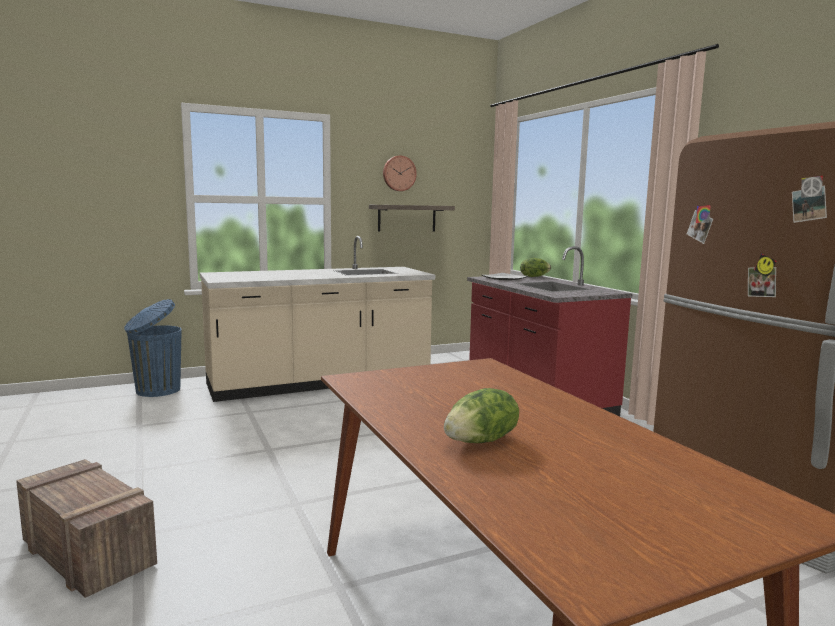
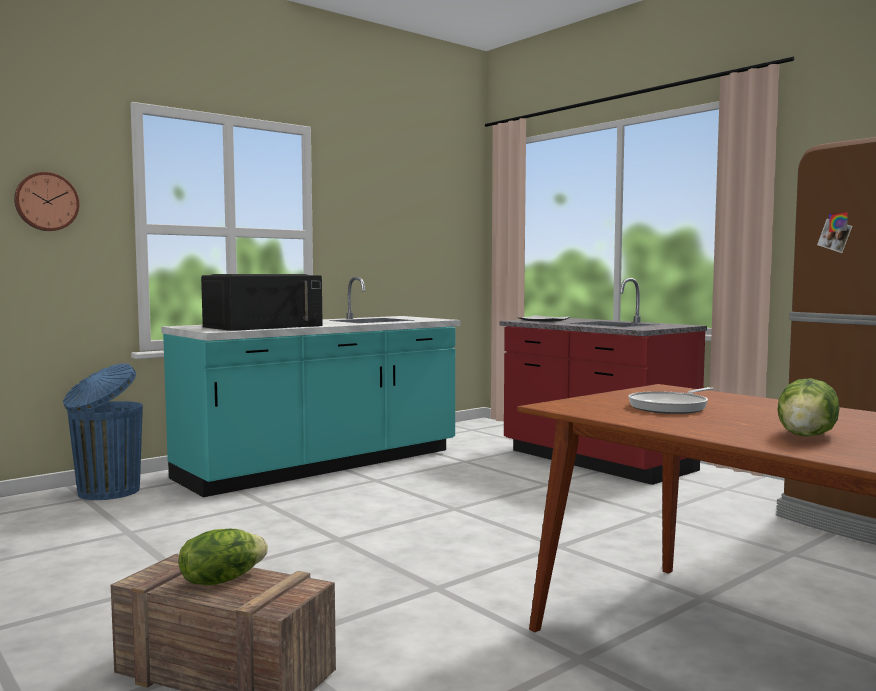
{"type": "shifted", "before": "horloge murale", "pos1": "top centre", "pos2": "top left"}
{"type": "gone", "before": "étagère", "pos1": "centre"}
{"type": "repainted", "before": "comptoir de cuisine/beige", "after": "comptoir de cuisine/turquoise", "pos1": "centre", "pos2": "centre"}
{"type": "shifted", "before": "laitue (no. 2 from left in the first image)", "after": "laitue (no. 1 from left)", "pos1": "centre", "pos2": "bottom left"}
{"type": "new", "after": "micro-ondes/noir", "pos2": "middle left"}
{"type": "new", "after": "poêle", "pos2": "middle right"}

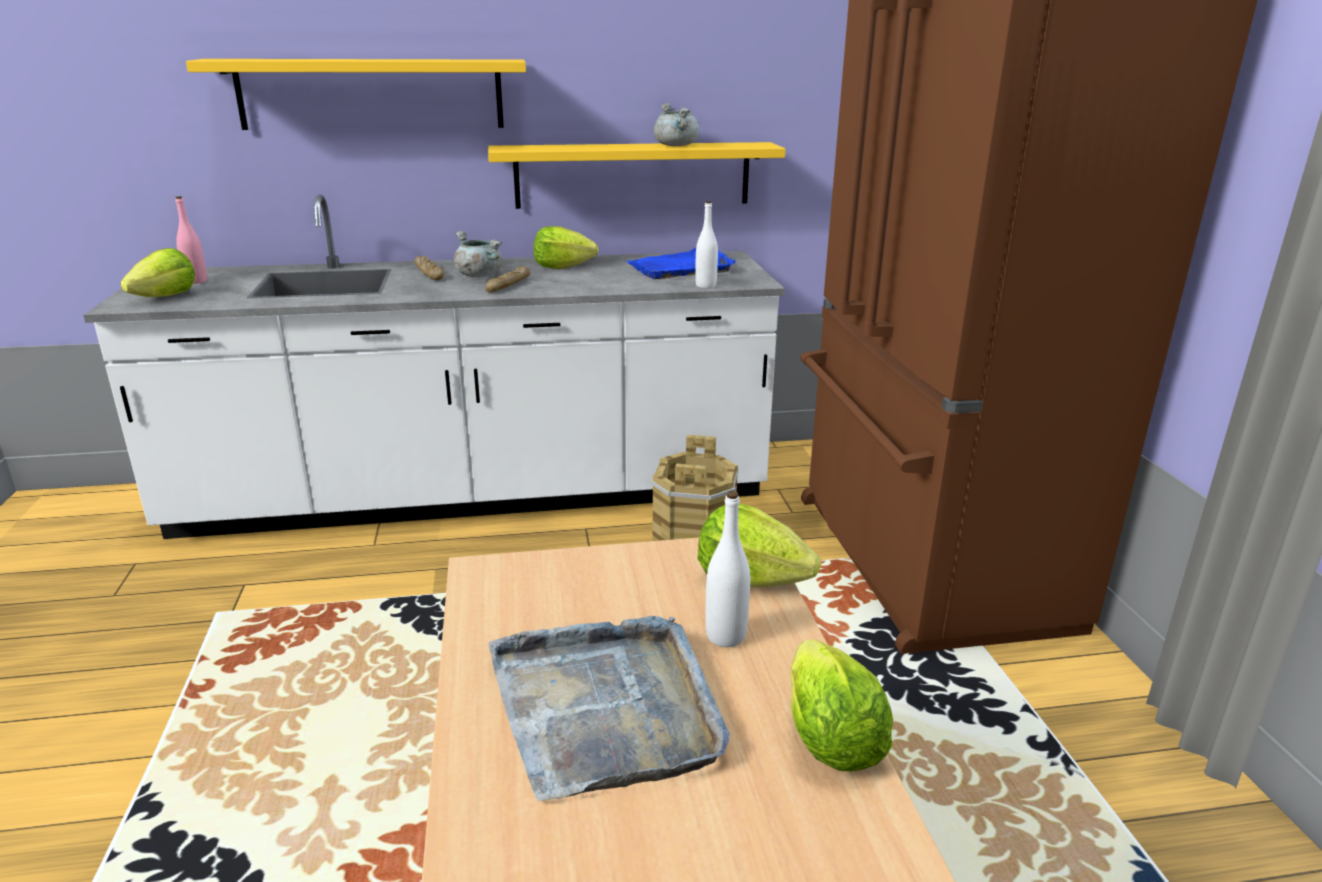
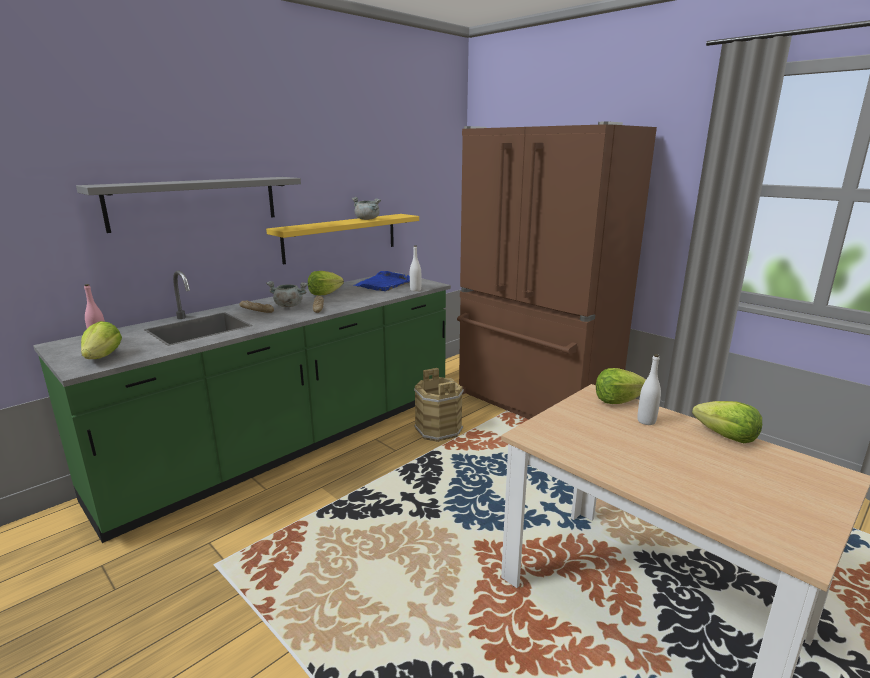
{"type": "repainted", "before": "étagère/jaune (no. 1 from left)", "after": "étagère/gris", "pos1": "top left", "pos2": "top left"}
{"type": "repainted", "before": "comptoir de cuisine/blanc", "after": "comptoir de cuisine/vert", "pos1": "middle left", "pos2": "middle left"}
{"type": "gone", "before": "plateau/gris", "pos1": "bottom centre"}

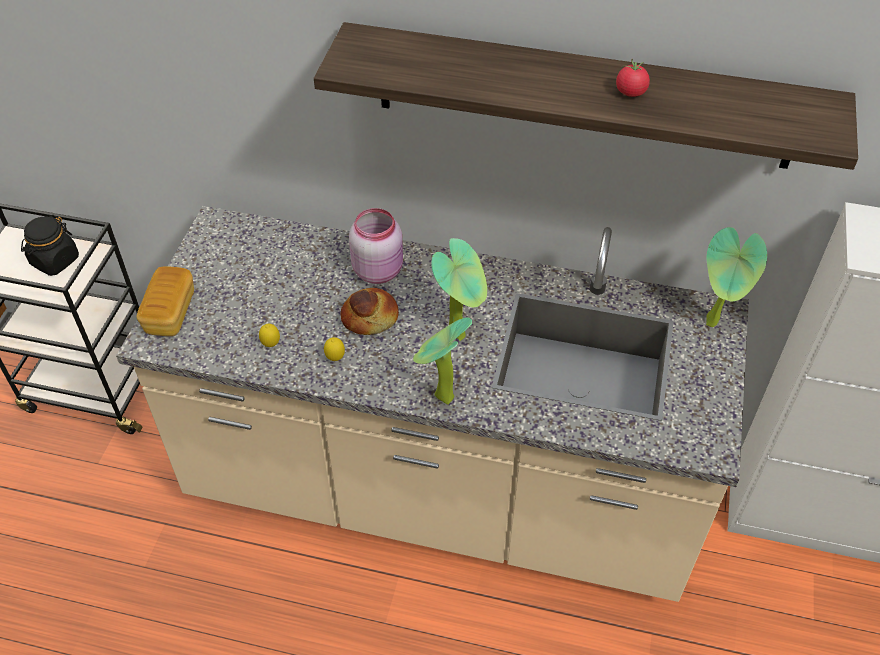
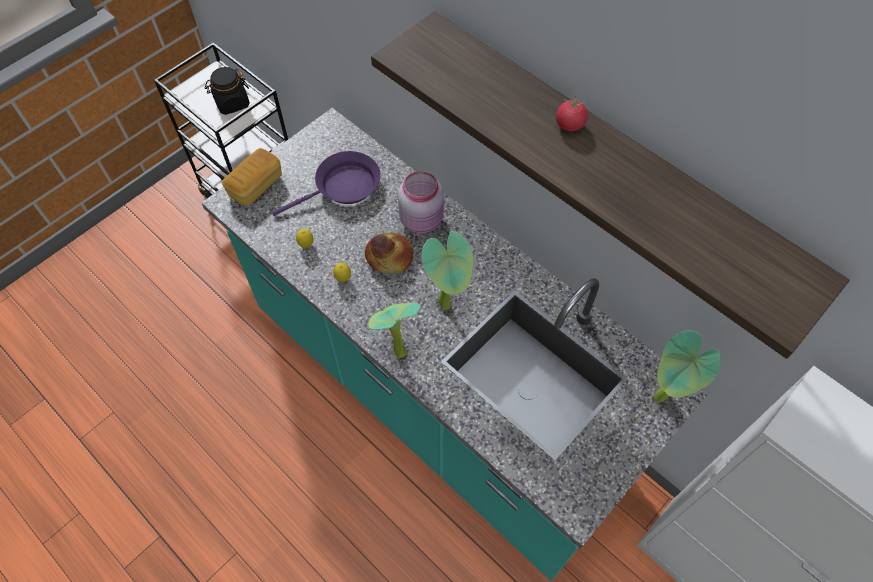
{"type": "shifted", "before": "tomate", "pos1": "top right", "pos2": "top centre"}
{"type": "repainted", "before": "comptoir de cuisine/beige", "after": "comptoir de cuisine/turquoise", "pos1": "centre", "pos2": "centre"}
{"type": "new", "after": "poêle/violet", "pos2": "top centre"}

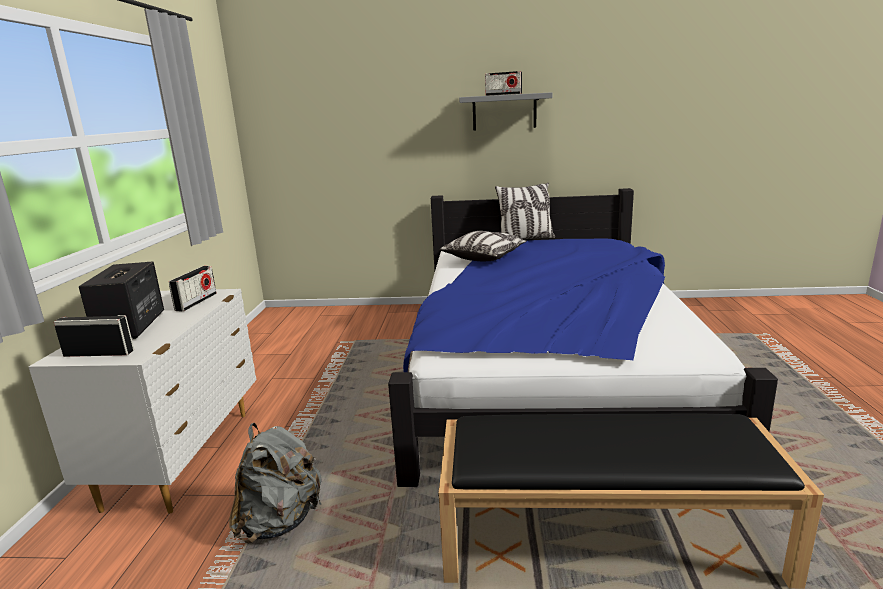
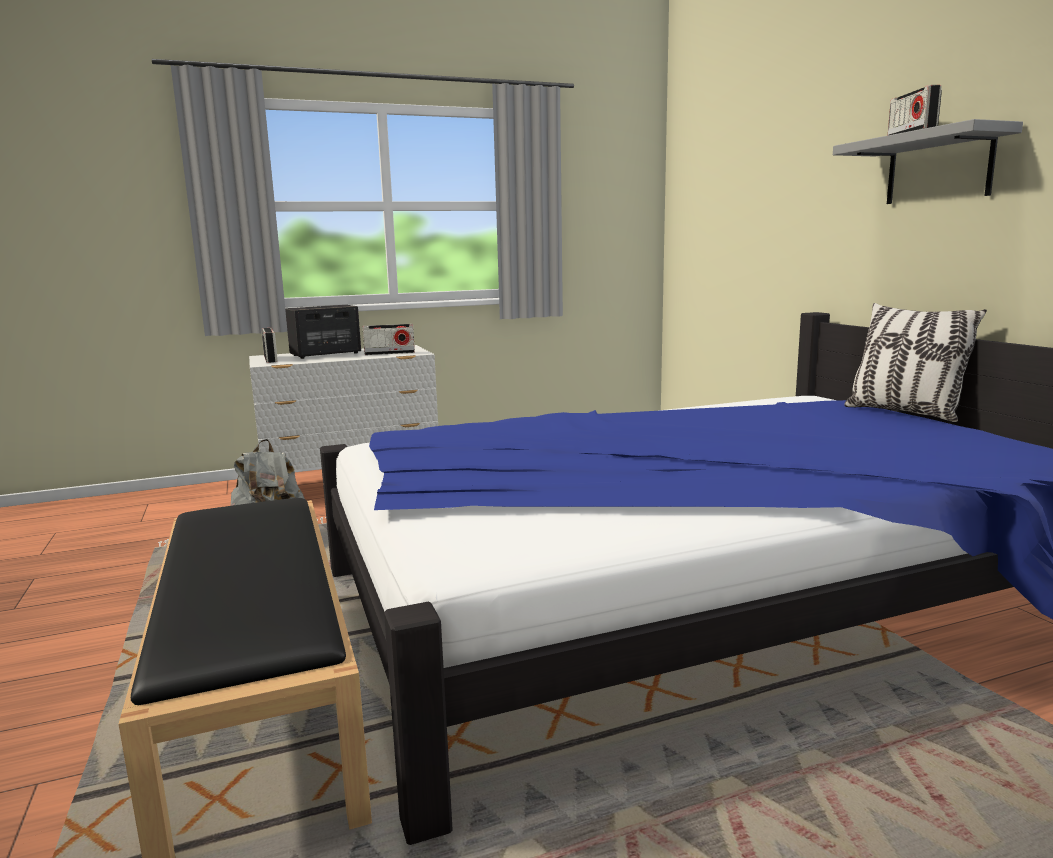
{"type": "gone", "before": "coussin (no. 1 from left)", "pos1": "centre"}

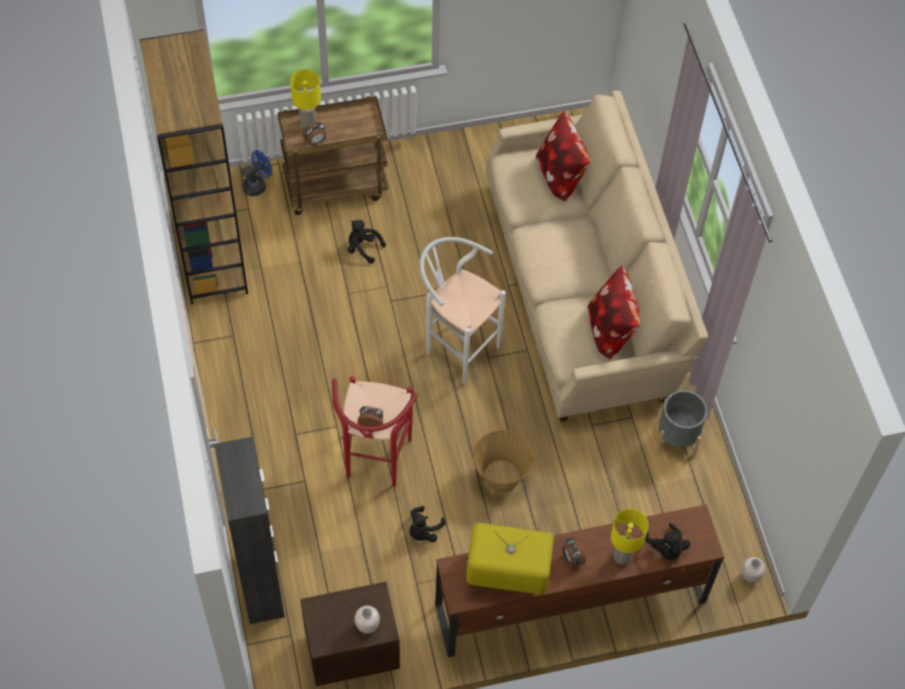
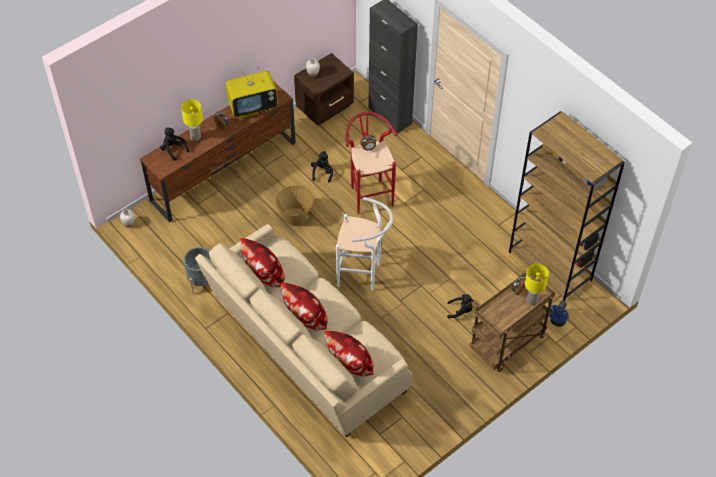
{"type": "new", "after": "coussin (no. 2 from left)", "pos2": "centre"}

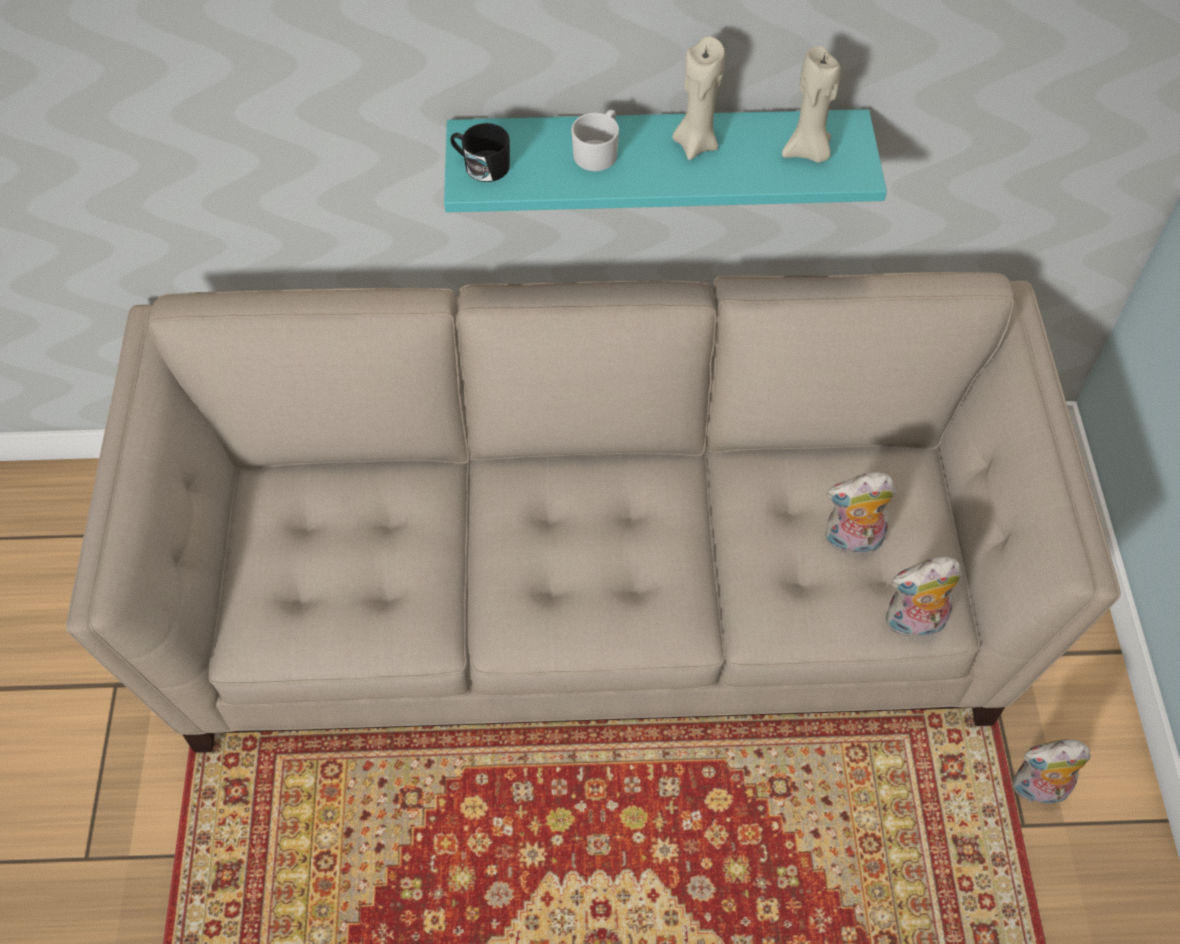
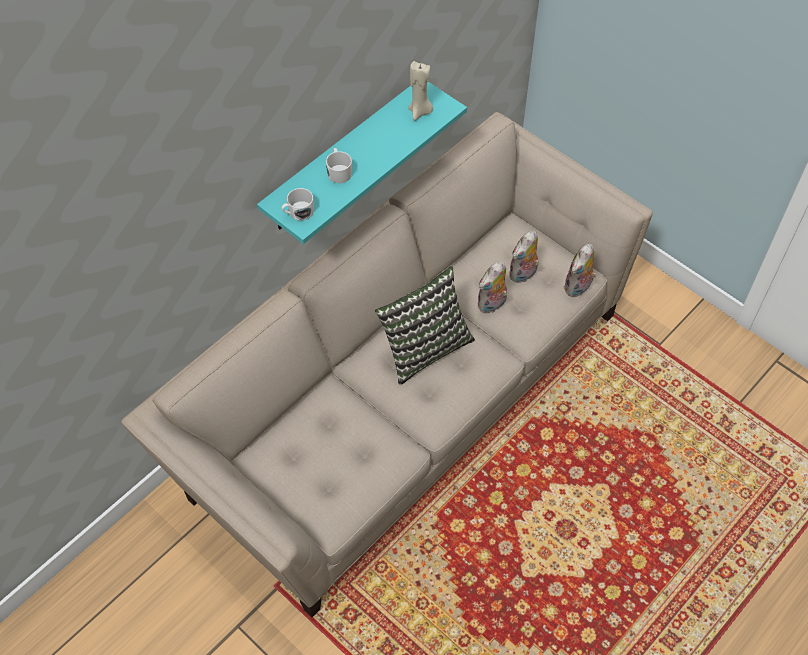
{"type": "gone", "before": "bougie/beige (no. 1 from left)", "pos1": "top centre"}
{"type": "repainted", "before": "mug/noir", "after": "mug/blanc (no. 1 from left)", "pos1": "top centre", "pos2": "top centre"}
{"type": "shifted", "before": "peluche (no. 3 from left in the first image)", "after": "peluche (no. 1 from left)", "pos1": "bottom right", "pos2": "centre"}
{"type": "new", "after": "coussin", "pos2": "centre"}

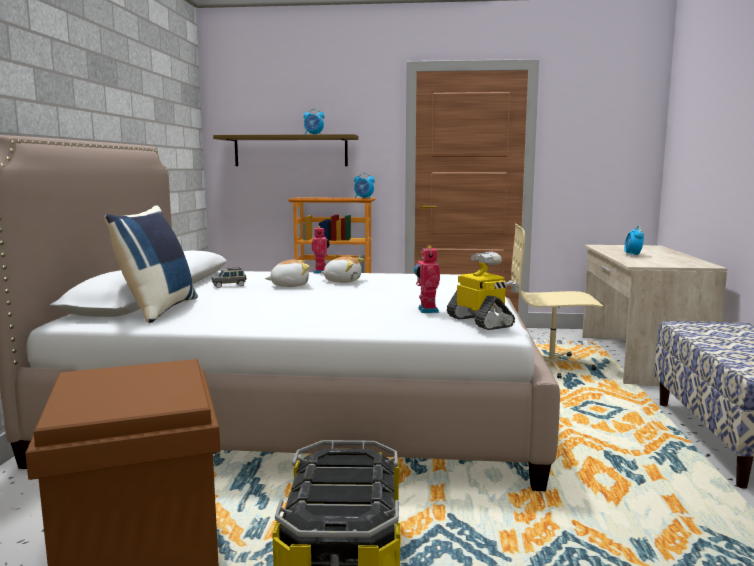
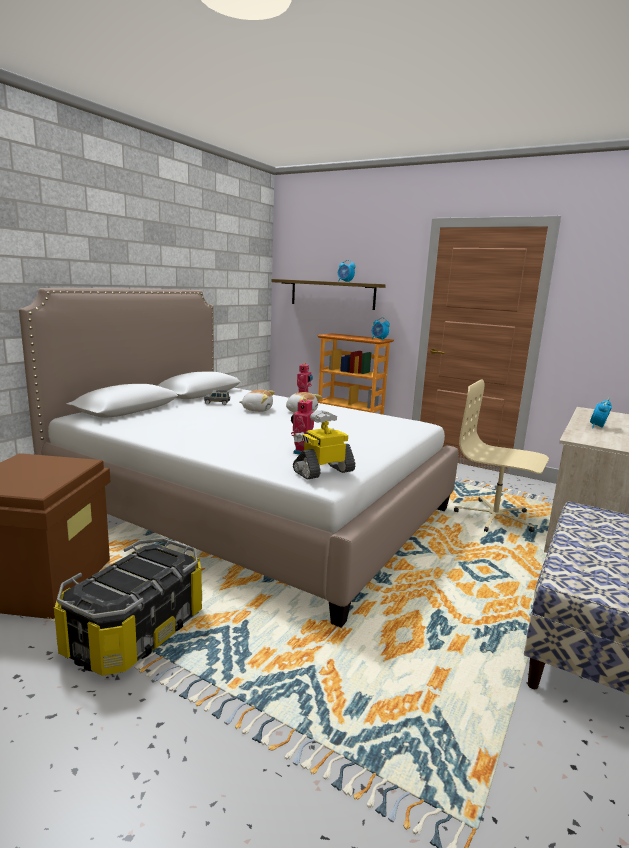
{"type": "gone", "before": "coussin/bleu", "pos1": "middle left"}
{"type": "rotated", "before": "robot jouet (no. 3 from left)", "pos1": "centre", "pos2": "centre", "turn": -120}

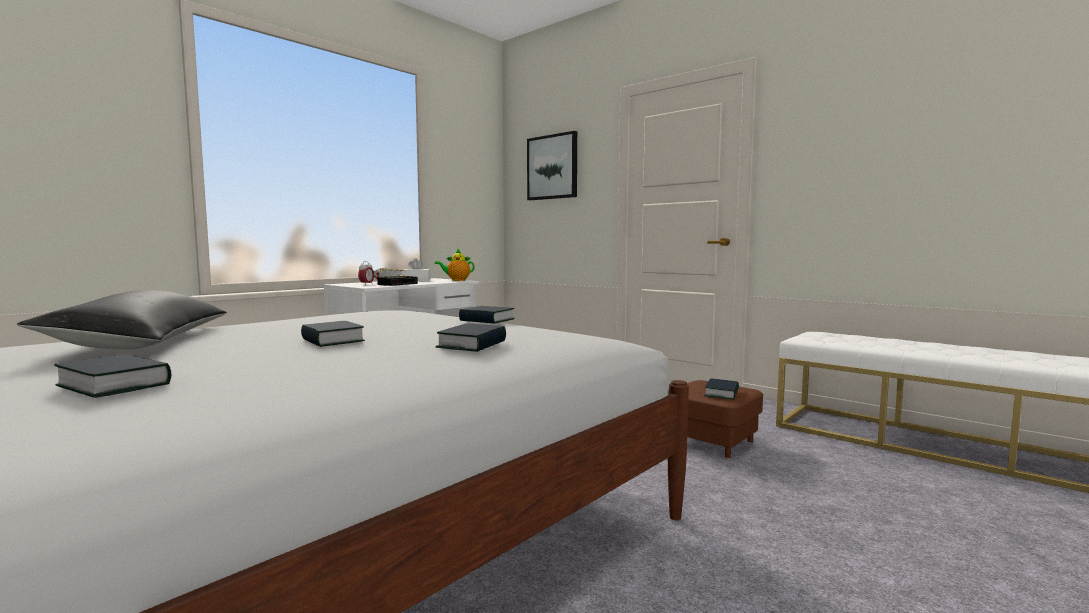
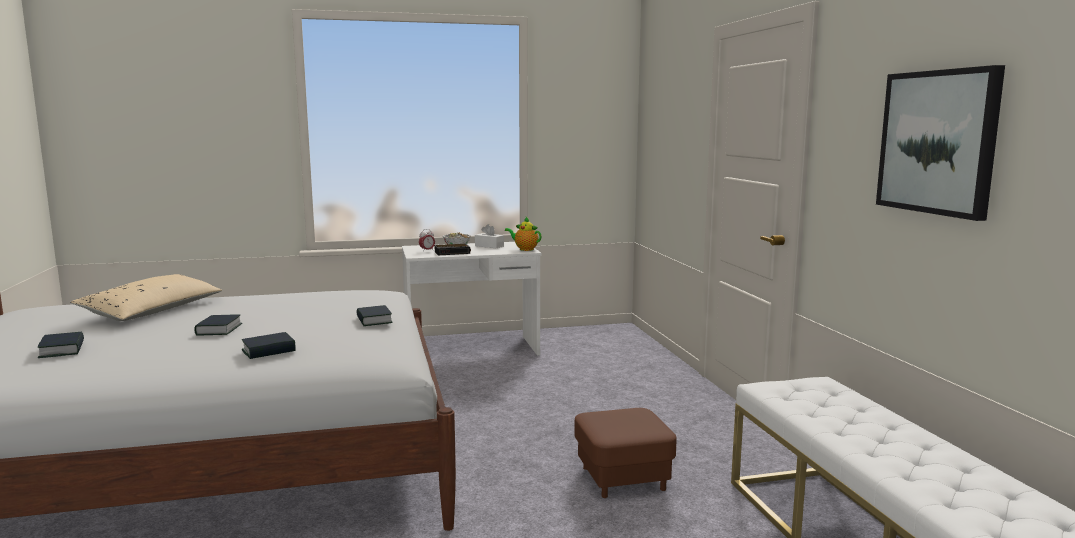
{"type": "shifted", "before": "tableau", "pos1": "top centre", "pos2": "top right"}
{"type": "repainted", "before": "coussin/noir", "after": "coussin/beige", "pos1": "middle left", "pos2": "middle left"}
{"type": "gone", "before": "livre (no. 5 from left)", "pos1": "centre"}

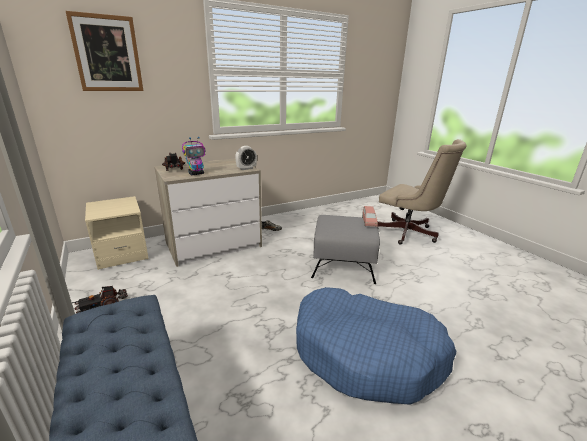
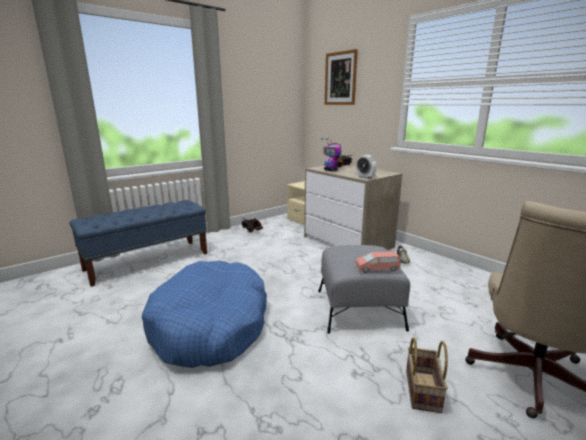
{"type": "new", "after": "panier", "pos2": "bottom right"}

